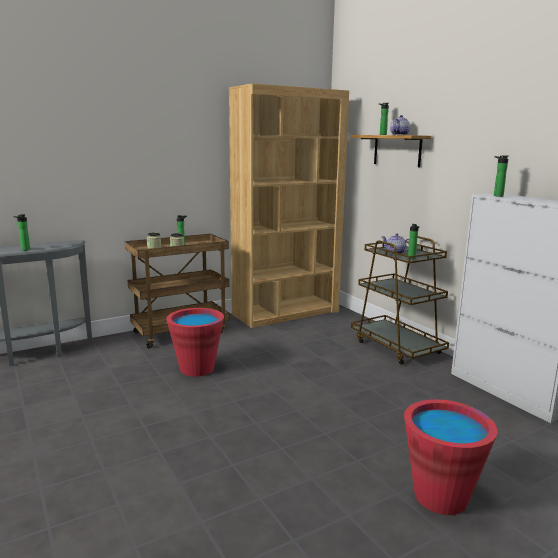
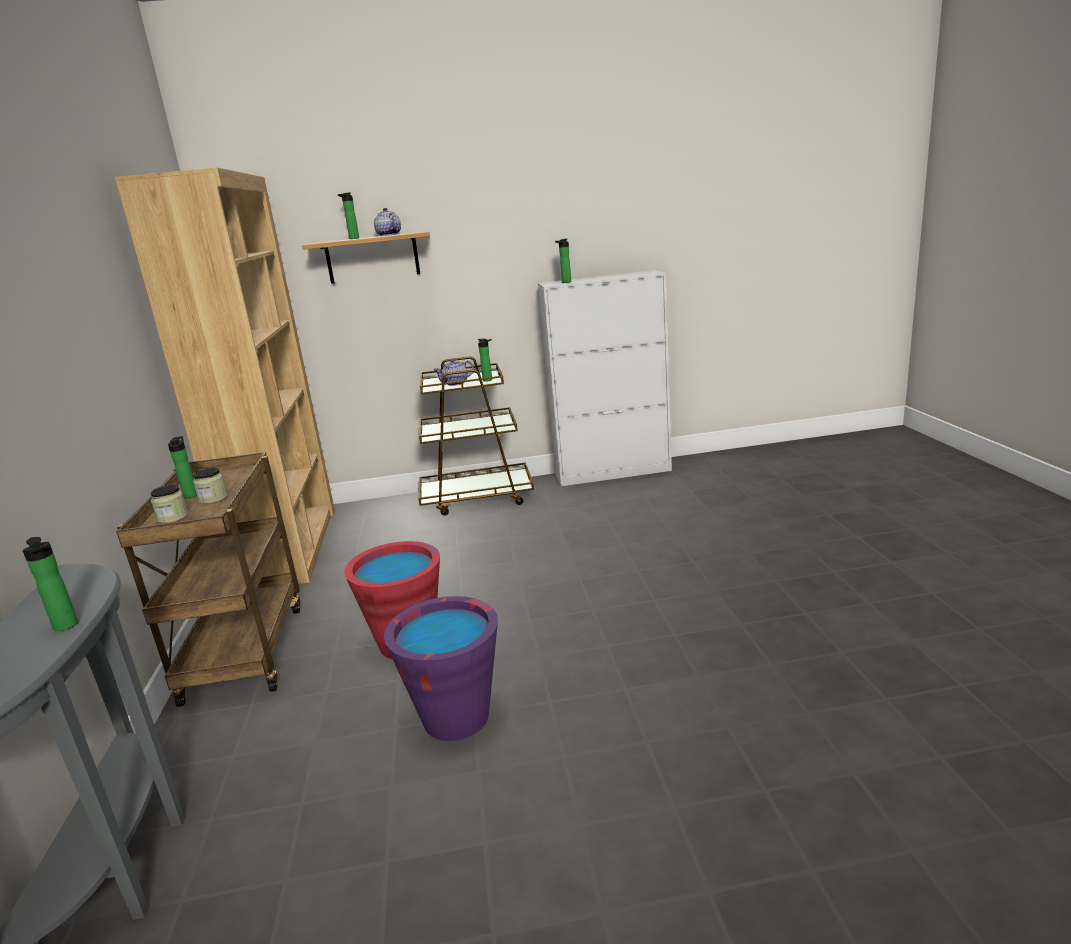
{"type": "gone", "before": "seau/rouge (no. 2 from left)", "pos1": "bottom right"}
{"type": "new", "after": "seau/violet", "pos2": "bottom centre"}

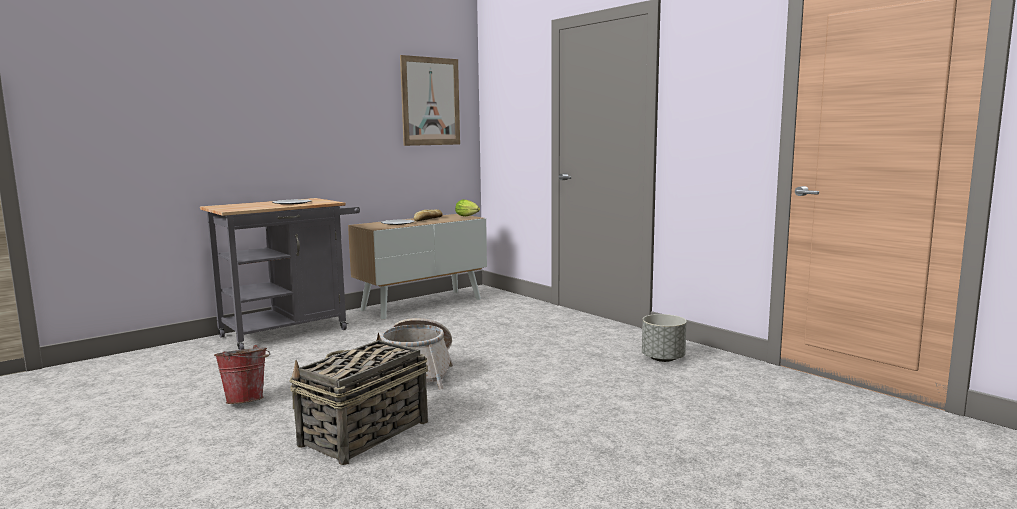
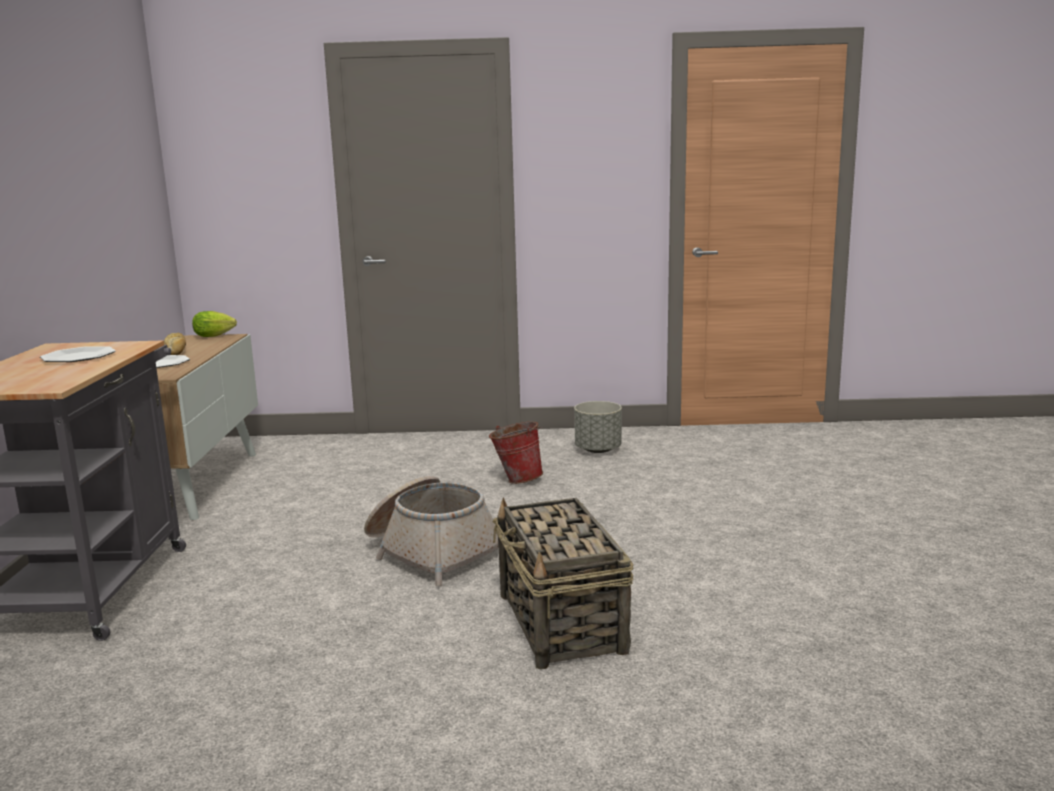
{"type": "gone", "before": "tableau", "pos1": "top centre"}
{"type": "shifted", "before": "seau", "pos1": "bottom left", "pos2": "centre"}

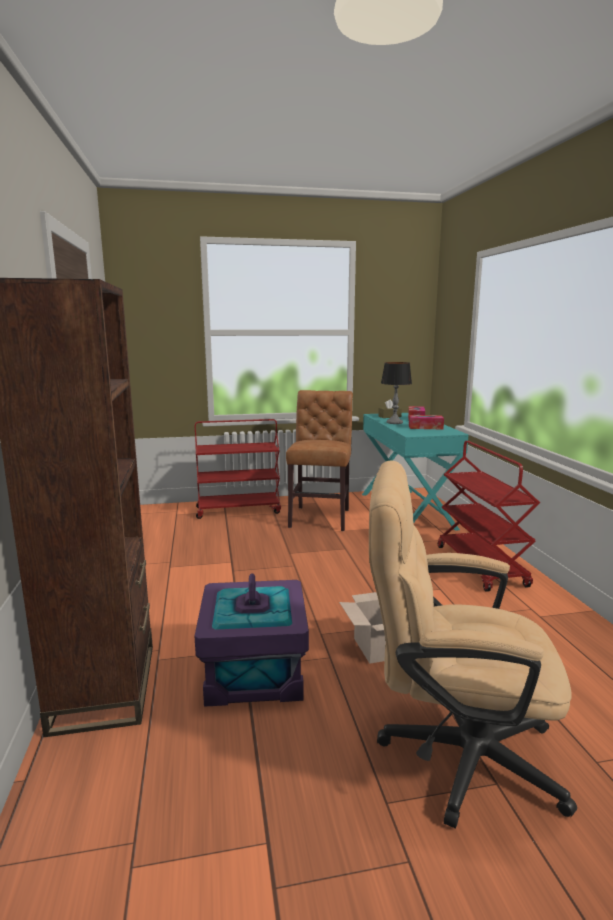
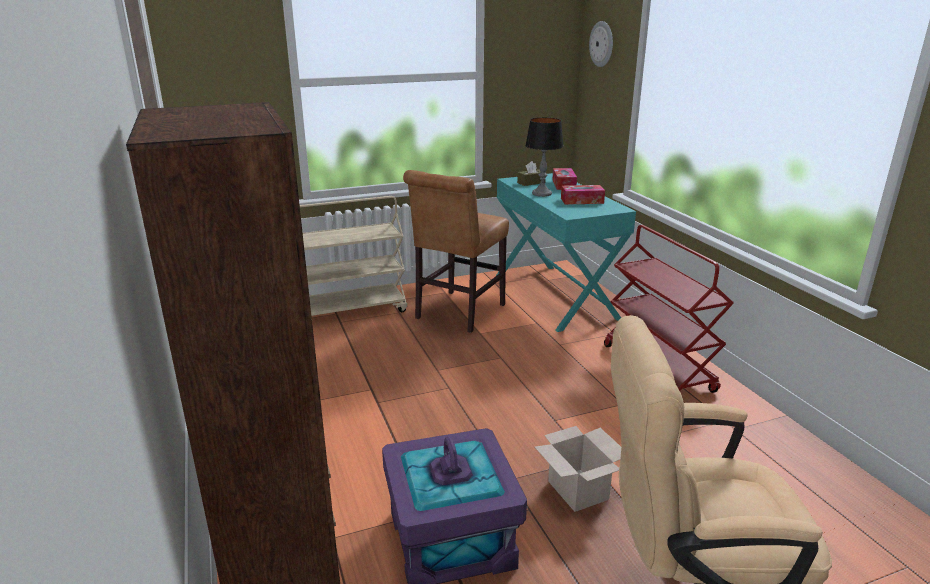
{"type": "rotated", "before": "chaise/marron", "pos1": "centre", "pos2": "centre", "turn": -150}
{"type": "repainted", "before": "chariot/rouge (no. 1 from left)", "after": "chariot/beige", "pos1": "centre", "pos2": "centre"}
{"type": "new", "after": "horloge murale", "pos2": "top centre"}

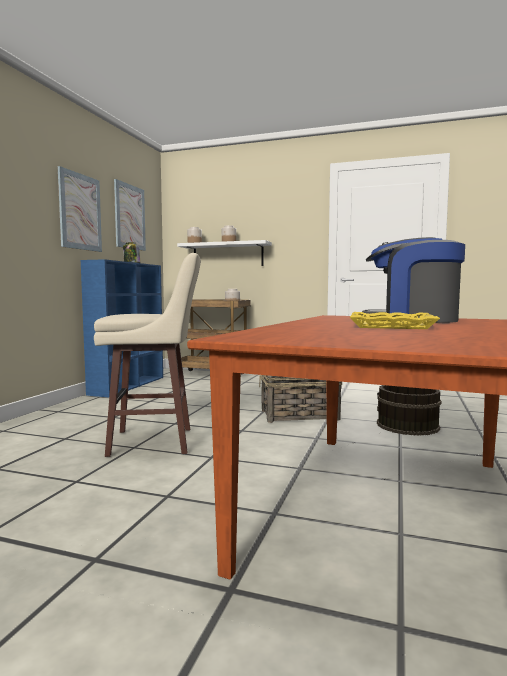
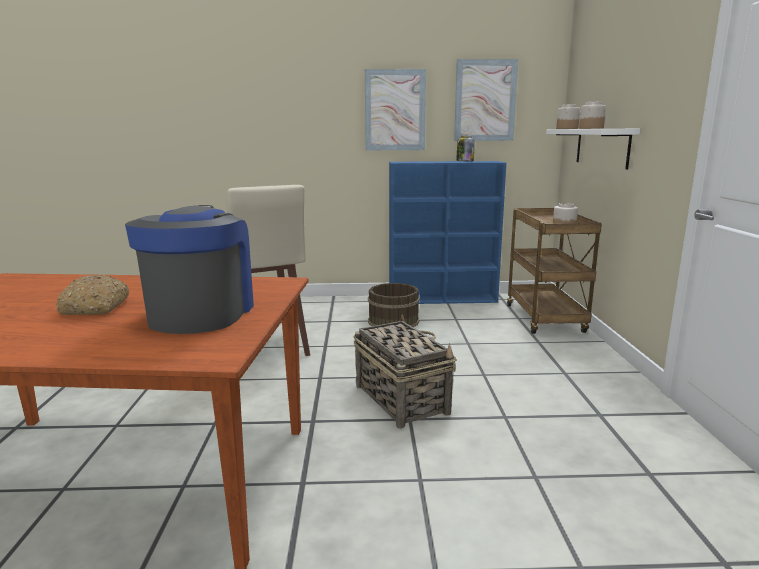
{"type": "swapped", "before": "plateau/jaune", "after": "pain", "pos1": "middle right", "pos2": "middle left"}
{"type": "shifted", "before": "seau/marron", "pos1": "middle right", "pos2": "centre"}

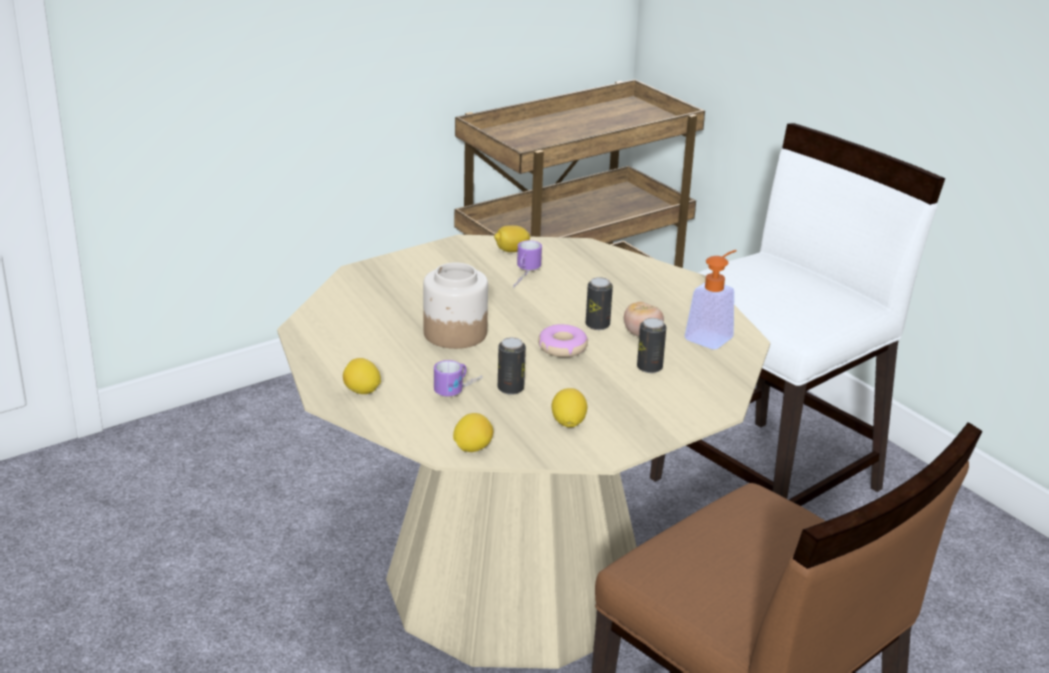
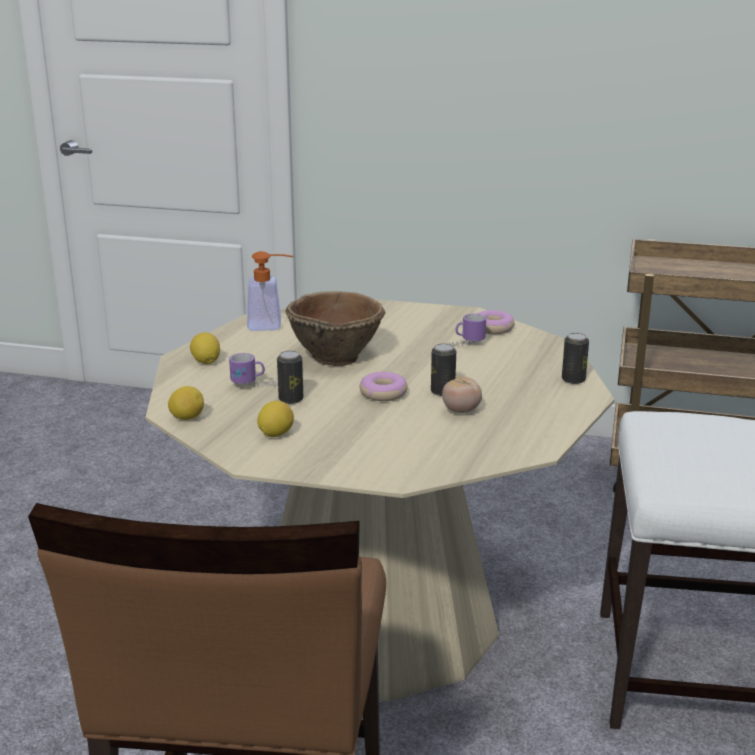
{"type": "swapped", "before": "citron (no. 3 from left)", "after": "beignet (no. 2 from left)", "pos1": "centre", "pos2": "centre"}
{"type": "shifted", "before": "distributeur de savon", "pos1": "middle right", "pos2": "centre"}
{"type": "swapped", "before": "bocal", "after": "bol/marron", "pos1": "centre", "pos2": "centre"}
{"type": "shifted", "before": "boîte métallique (no. 3 from left)", "pos1": "centre", "pos2": "middle right"}

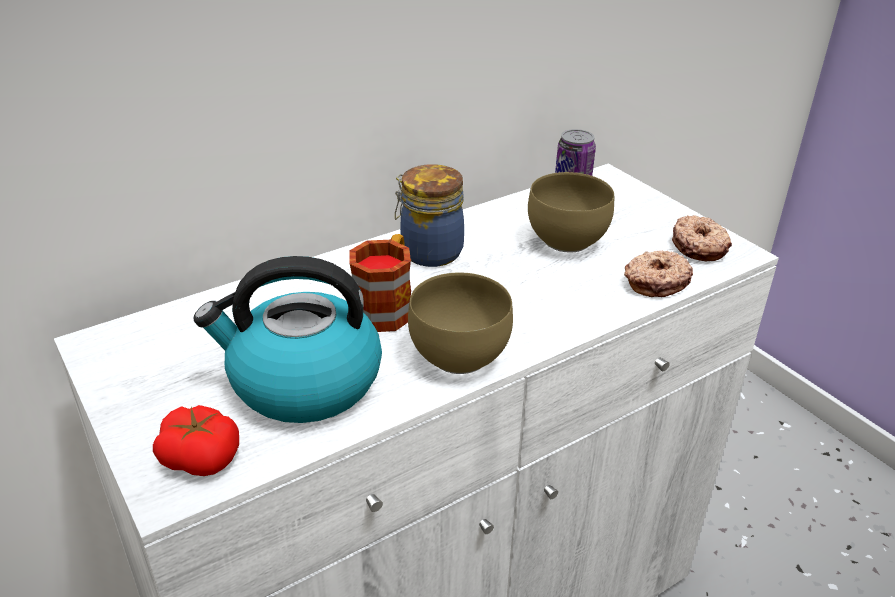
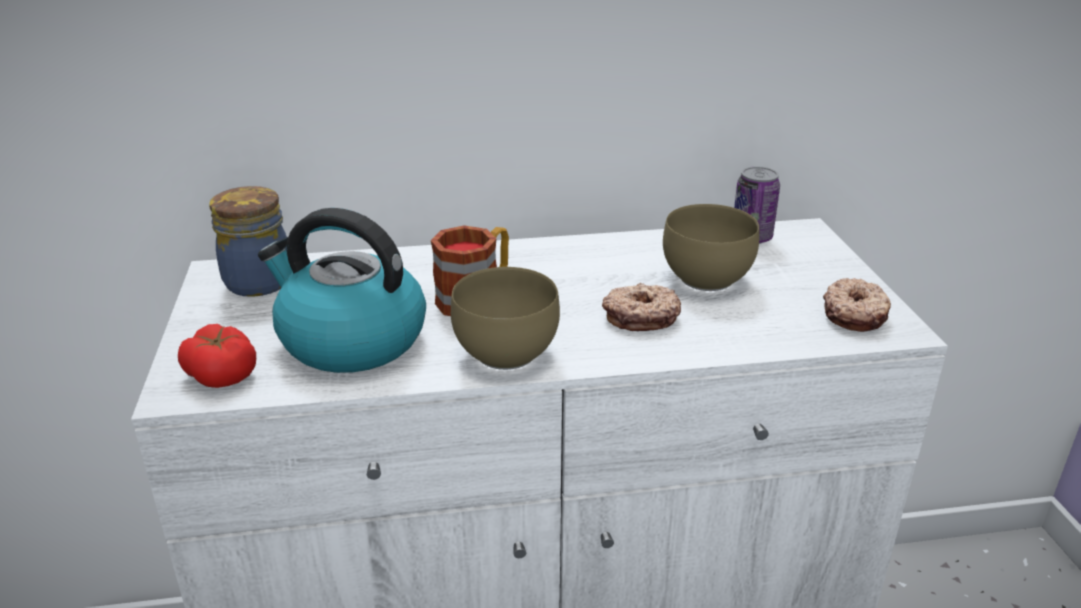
{"type": "shifted", "before": "bocal", "pos1": "centre", "pos2": "middle left"}
{"type": "shifted", "before": "beignet (no. 1 from left)", "pos1": "middle right", "pos2": "centre"}

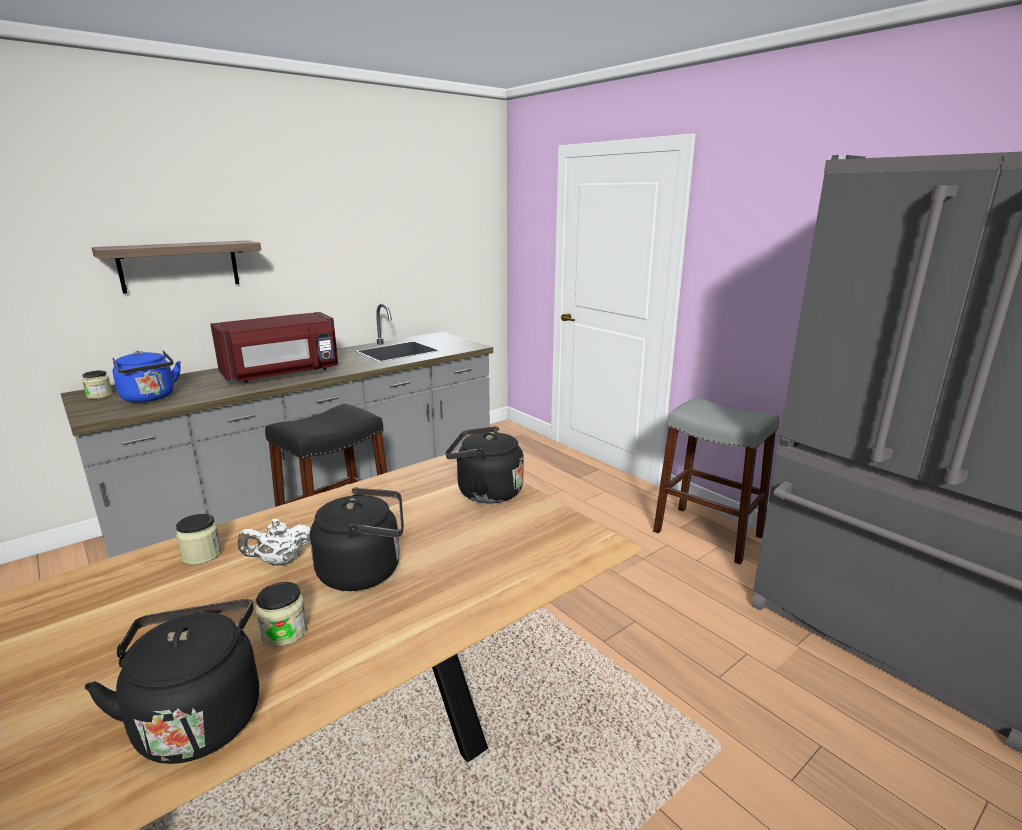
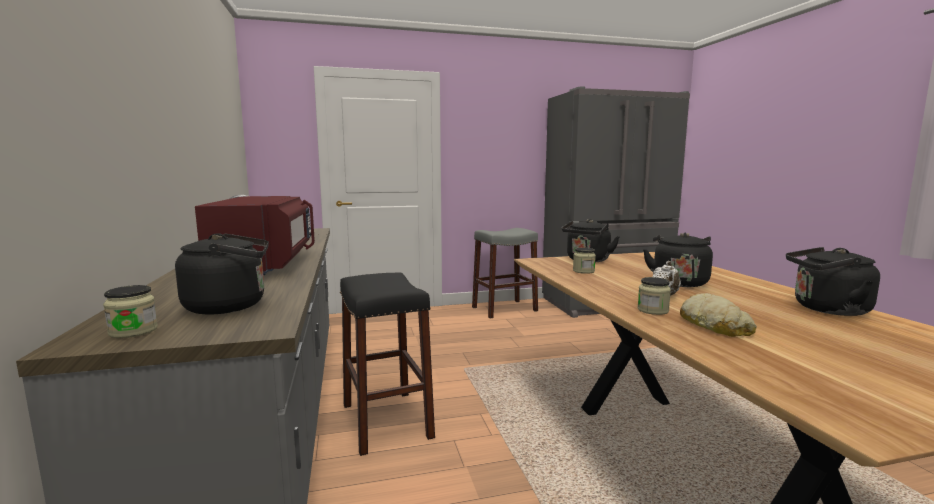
{"type": "gone", "before": "étagère", "pos1": "top left"}
{"type": "repainted", "before": "bouilloire/bleu", "after": "bouilloire/noir (no. 1 from left)", "pos1": "middle left", "pos2": "middle left"}
{"type": "shifted", "before": "bocal (no. 3 from left in the first image)", "after": "bocal (no. 2 from left)", "pos1": "bottom left", "pos2": "centre"}
{"type": "new", "after": "pain", "pos2": "middle right"}

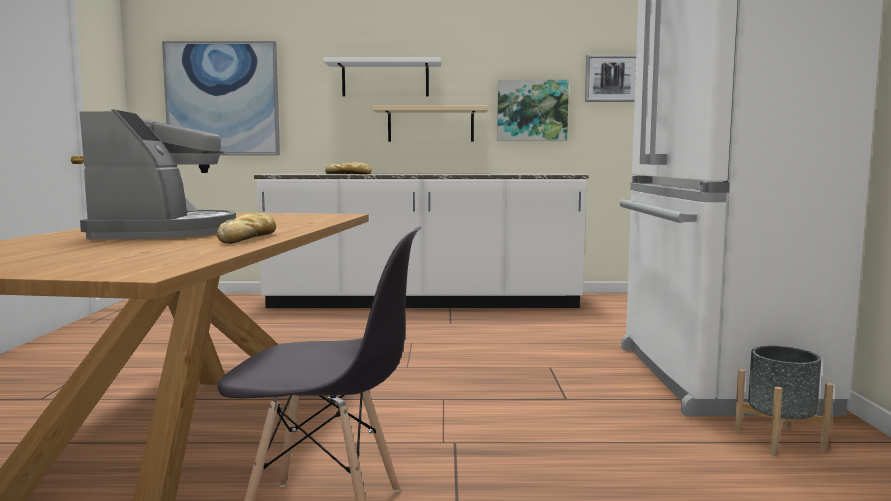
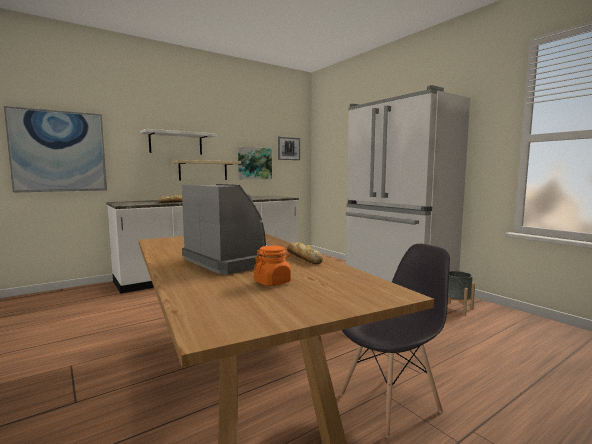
{"type": "new", "after": "bocal/orange", "pos2": "centre"}

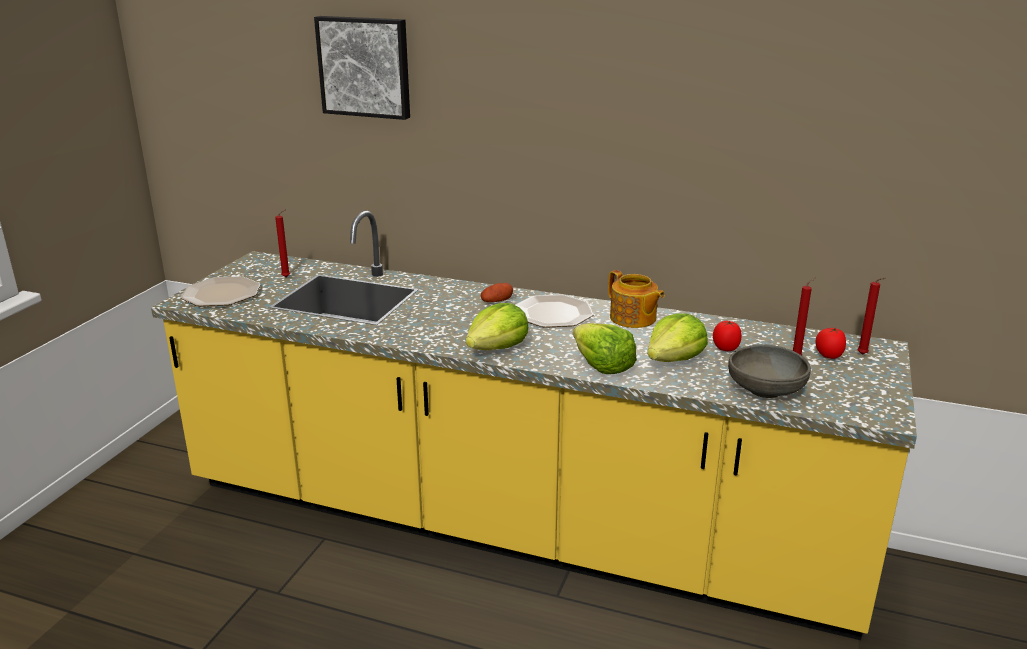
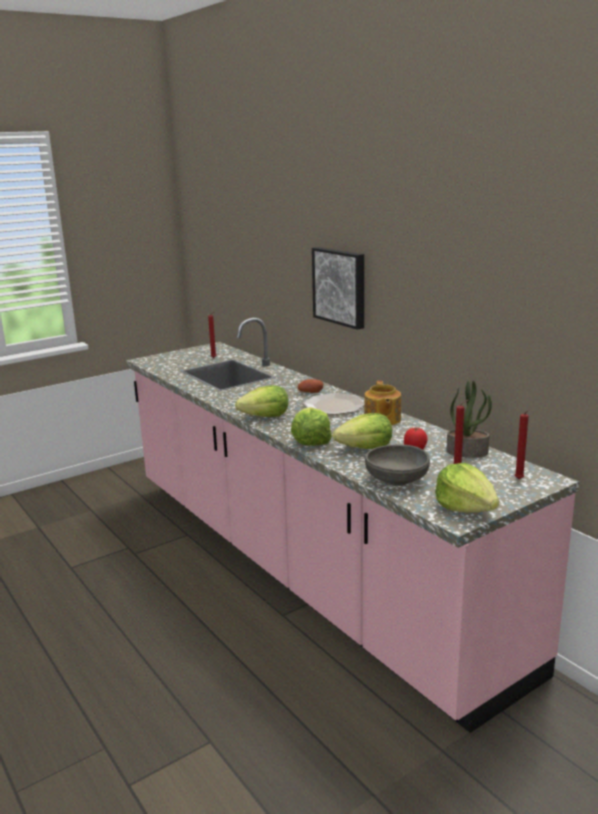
{"type": "shifted", "before": "tableau", "pos1": "top centre", "pos2": "centre"}
{"type": "repainted", "before": "comptoir de cuisine/jaune", "after": "comptoir de cuisine/rose", "pos1": "centre", "pos2": "centre"}
{"type": "gone", "before": "assiette (no. 1 from left)", "pos1": "middle left"}
{"type": "gone", "before": "tomate (no. 2 from left)", "pos1": "middle right"}
{"type": "new", "after": "plante en pot", "pos2": "middle right"}
{"type": "new", "after": "laitue (no. 4 from left)", "pos2": "middle right"}

